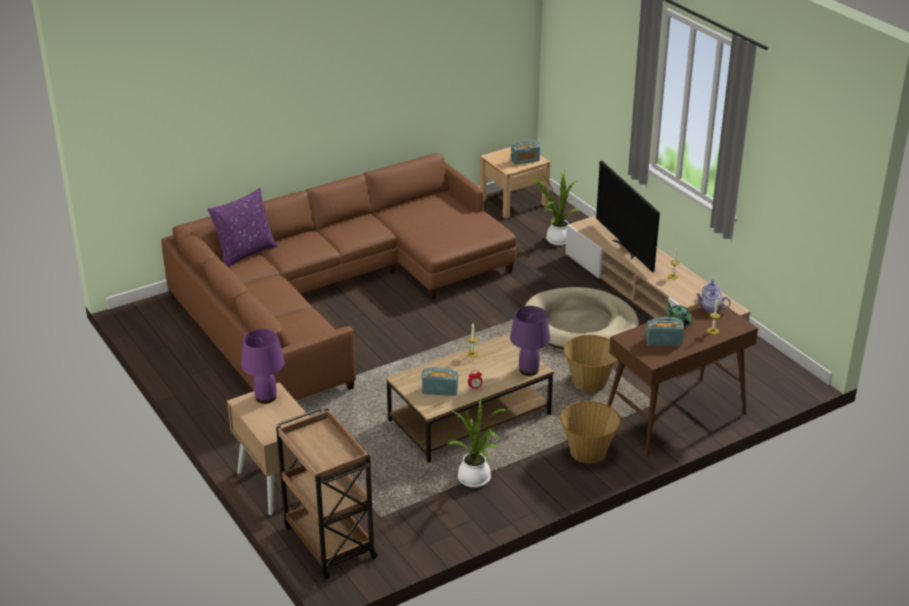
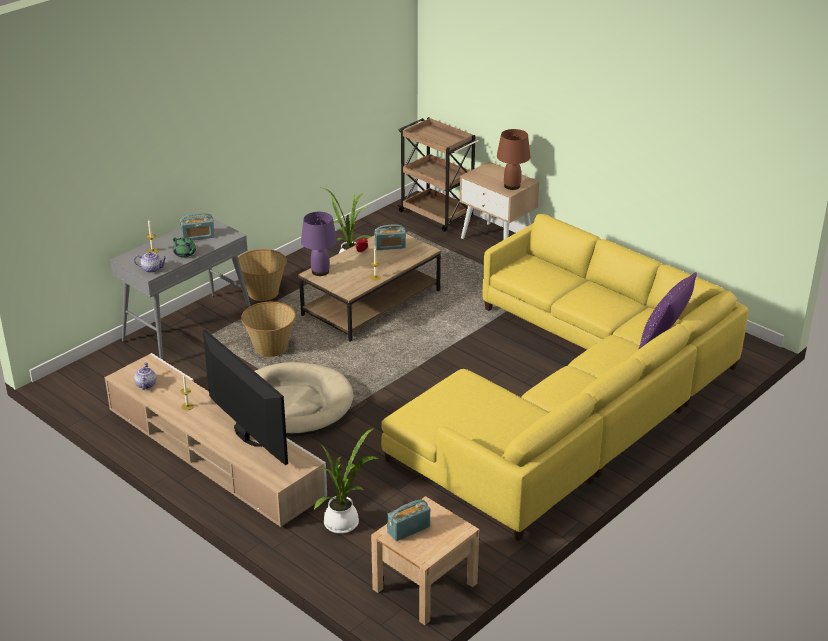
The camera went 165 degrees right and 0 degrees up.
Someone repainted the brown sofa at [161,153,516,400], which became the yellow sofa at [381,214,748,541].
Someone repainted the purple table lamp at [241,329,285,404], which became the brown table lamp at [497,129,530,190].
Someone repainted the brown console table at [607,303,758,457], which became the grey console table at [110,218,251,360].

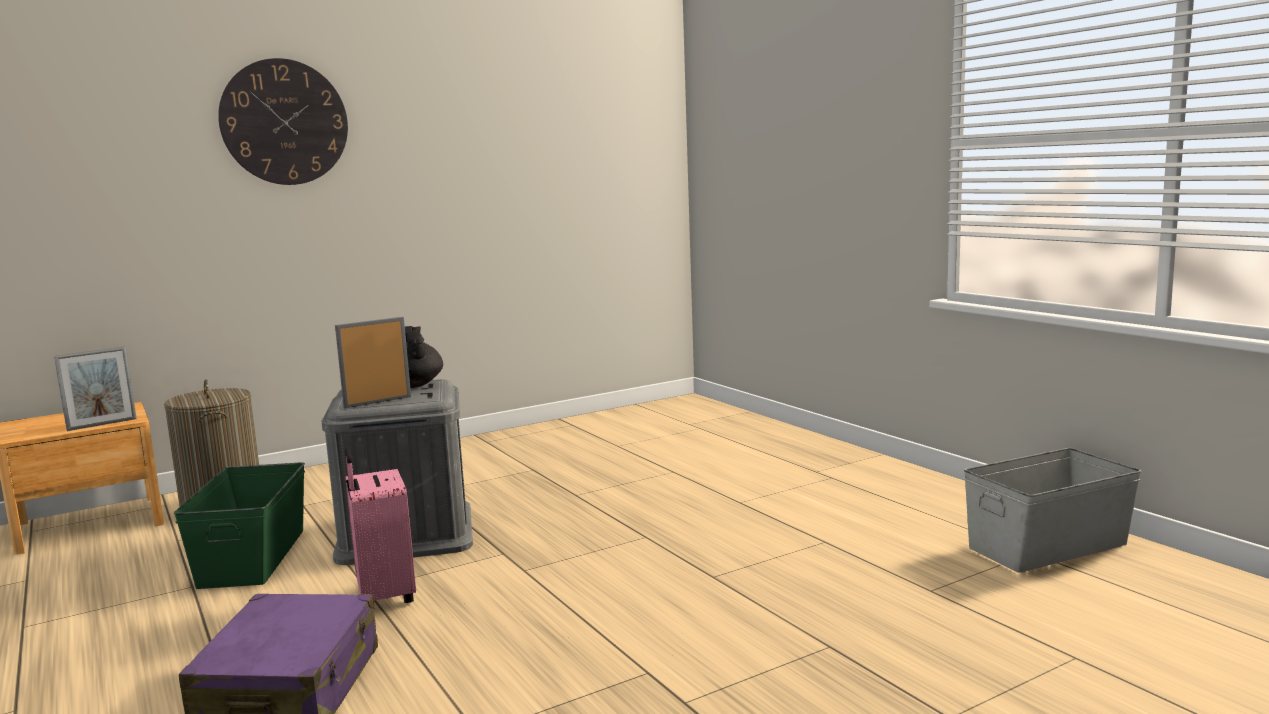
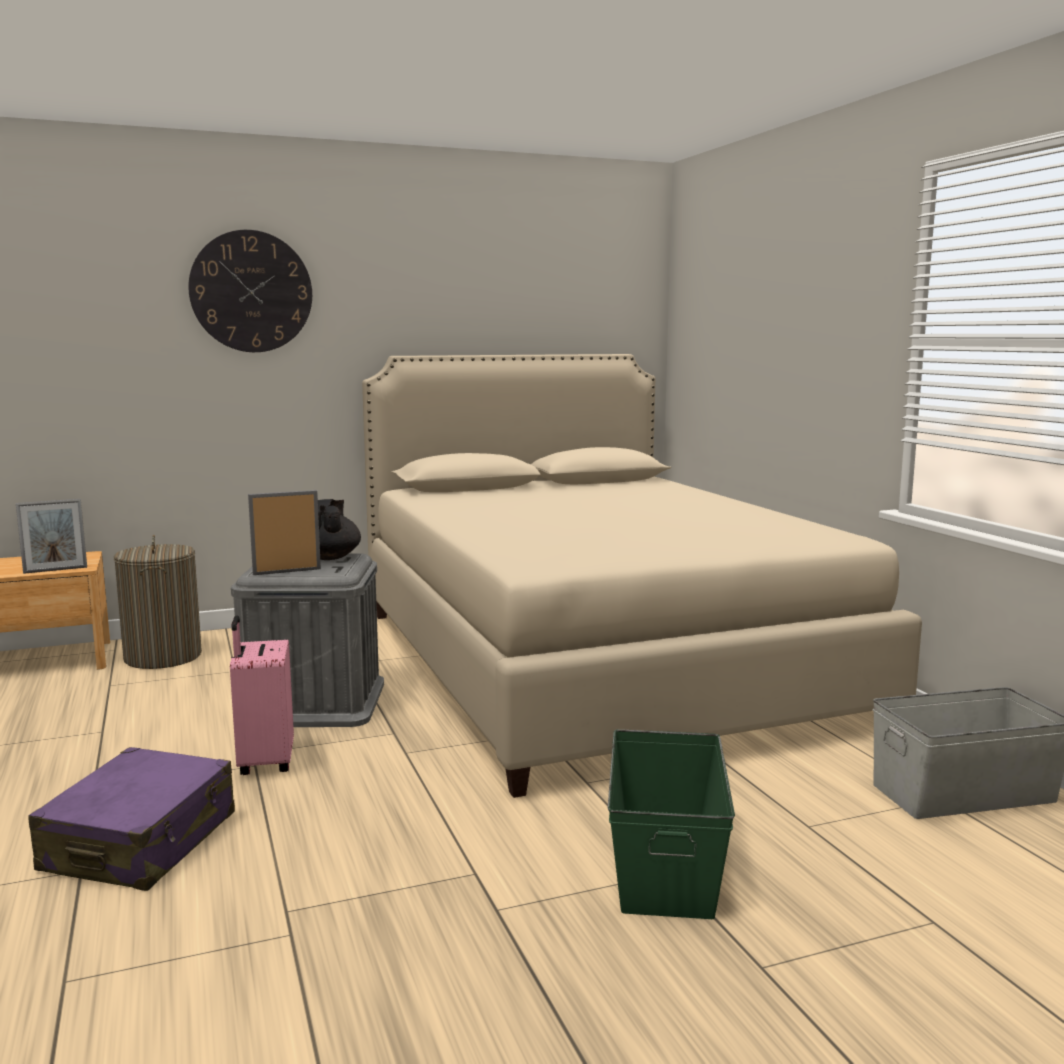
The camera went 10 degrees right and 0 degrees up.
Someone put down the beige bed at [362,354,922,798].
Someone carried the green storage box from [174,462,305,589] to [608,729,735,919].

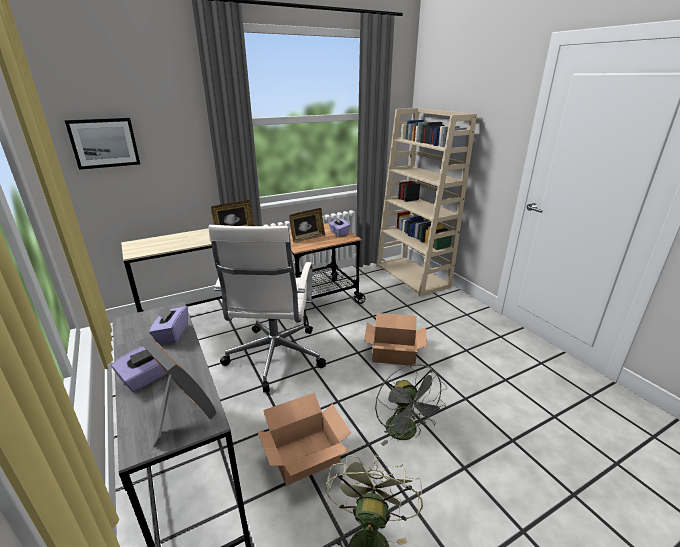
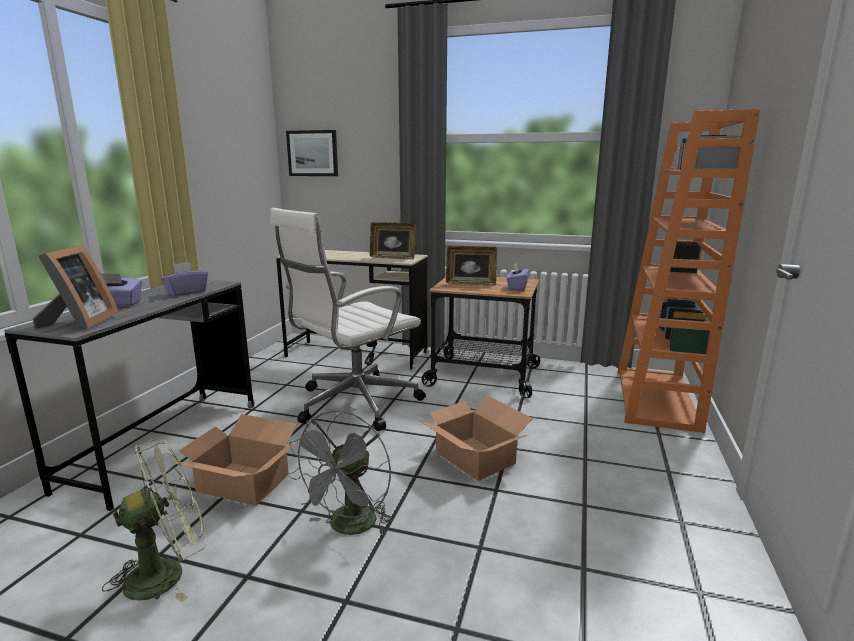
The camera went 45 degrees right and 10 degrees down.
Someone repainted the beige bookcase at [376,108,477,296], which became the orange bookcase at [618,109,760,433].

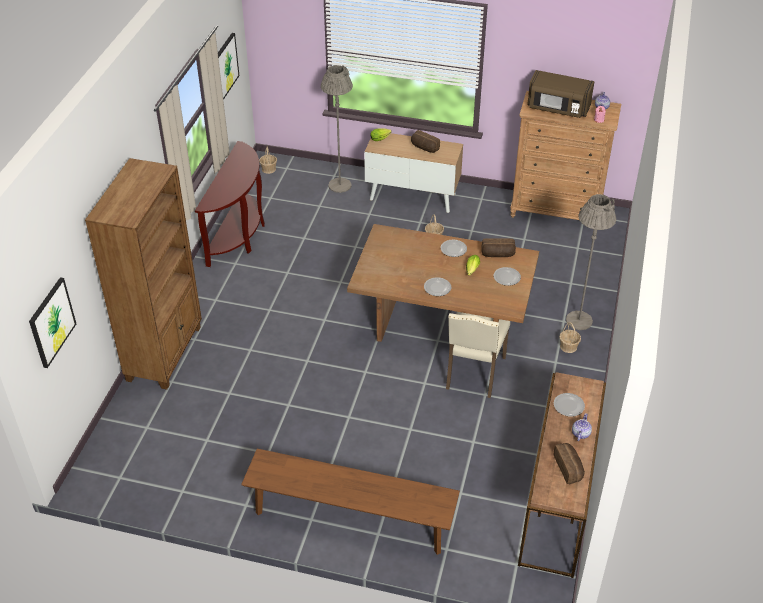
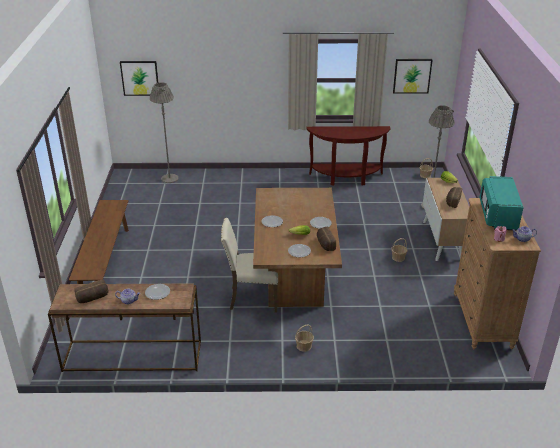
The camera went 75 degrees right and 10 degrees down.
Someone took away the brown bookcase at [85,158,202,390].
Someone carried the grey floor lamp from [566,194,616,330] to [150,82,179,183].
Someone repainted the brown microwave at [527,70,594,118], which became the turquoise microwave at [479,176,524,231].

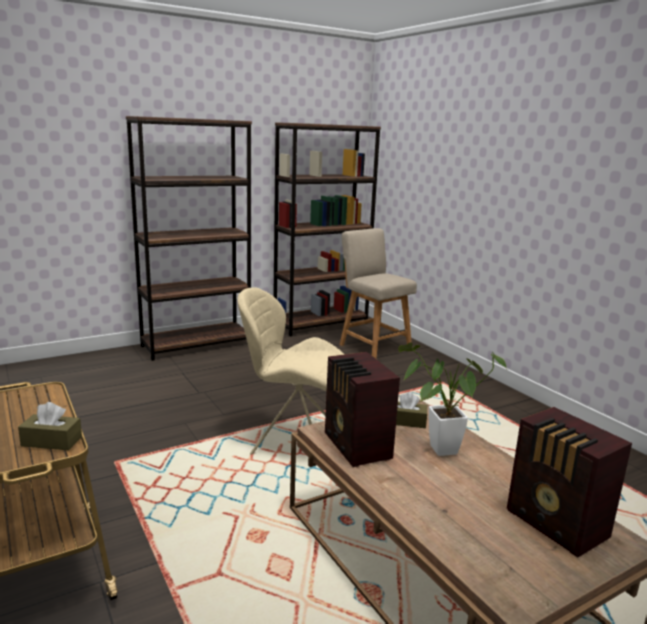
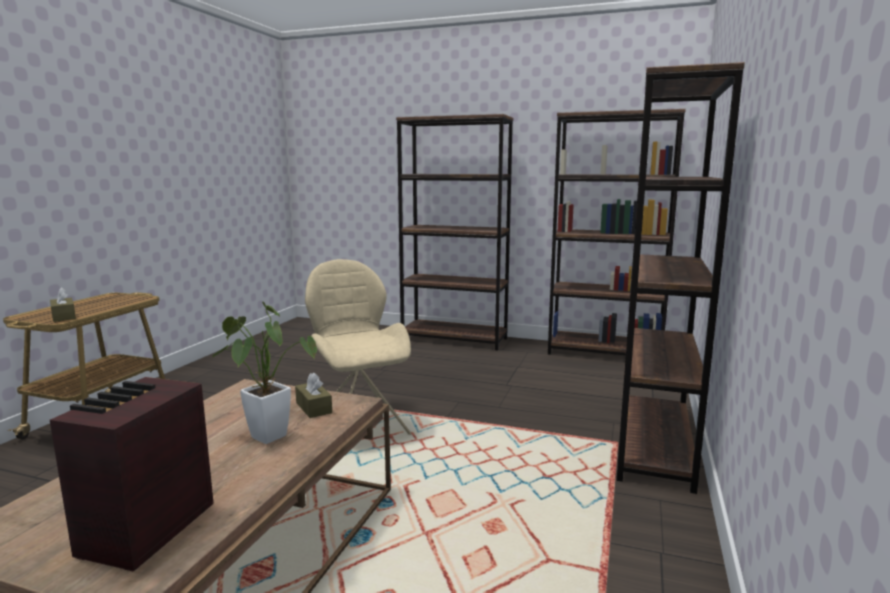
The camera went 50 degrees right and 5 degrees down.
Someone took away the radio at [325,352,400,467].
Someone took away the beige chair at [340,228,417,359].
Someone put down the brown bookcase at [617,62,745,494].

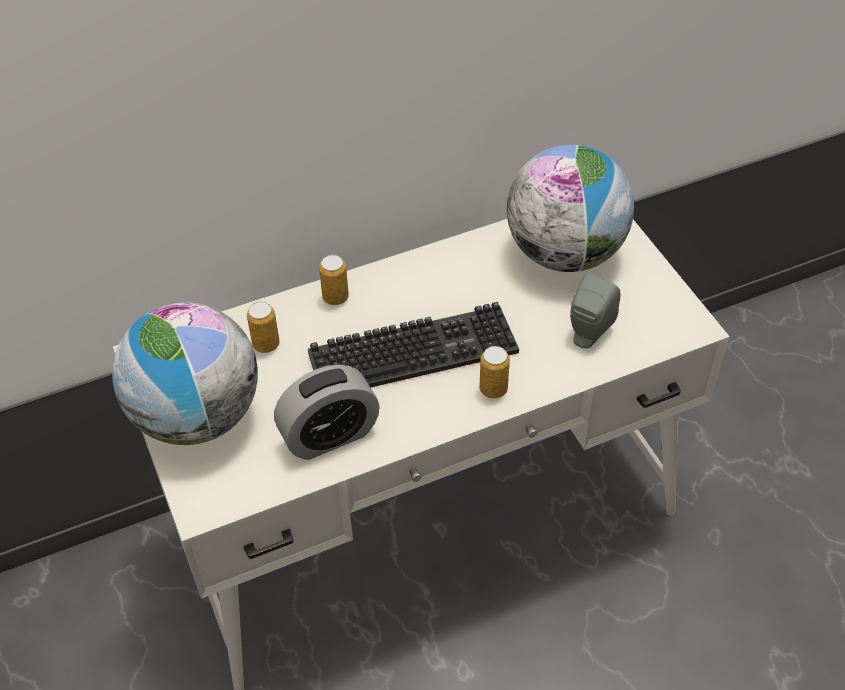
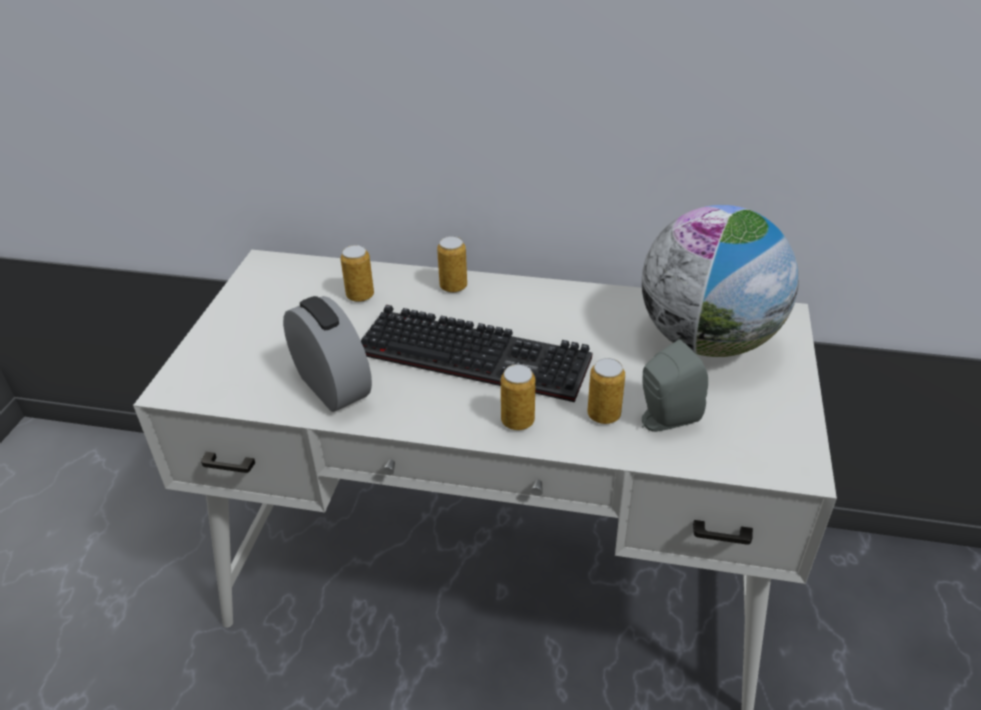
The camera went 35 degrees right and 10 degrees down.
Someone took away the globe at [112,302,258,445].
Someone put down the can at [587,358,625,424].
Someone rotated the alarm clock at [274,365,380,460] by 135 degrees counterclockwise.

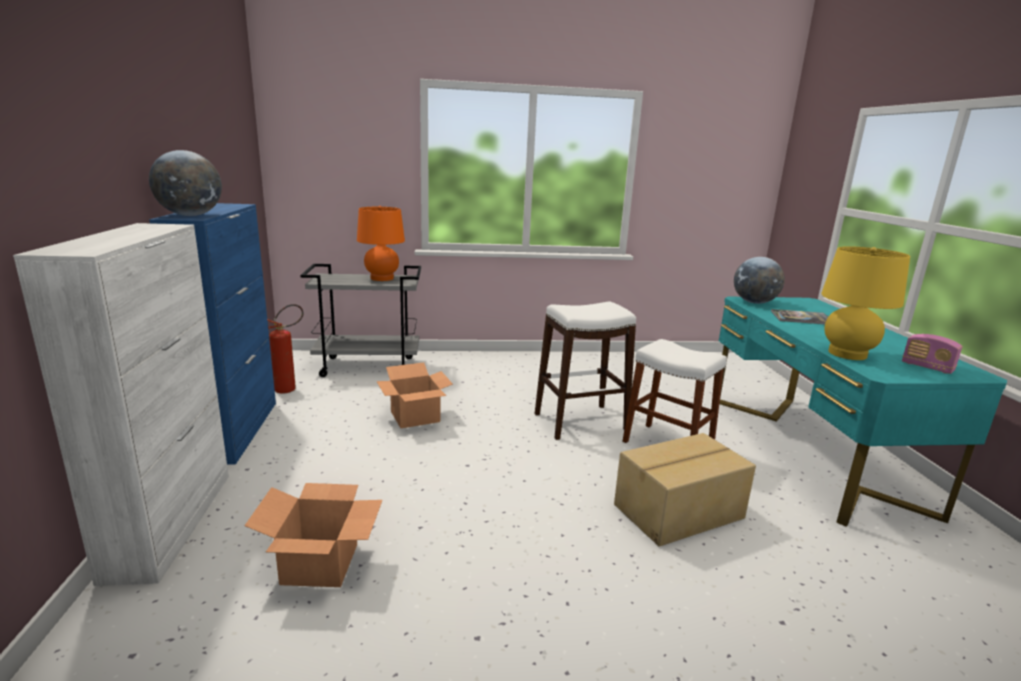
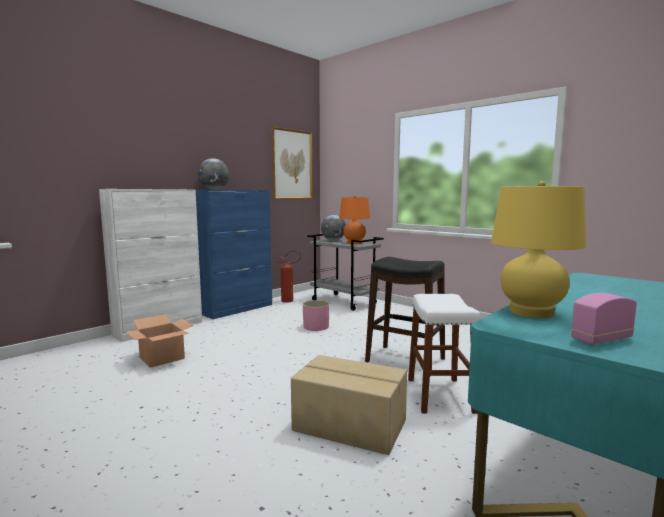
The camera went 50 degrees right and 10 degrees down.
Someone took away the book at [771,309,828,324].
Someone put up the picture at [271,127,313,199].
Someone carried the globe from [734,257,785,304] to [321,215,346,240].
Someone swapped the cardboard box at [376,362,453,428] for the pink planter at [303,300,329,331].
Someone repainted the white stool at [535,302,636,440], which became the black stool at [365,257,445,370].
Someone rotated the radio at [902,334,962,374] by 60 degrees clockwise.

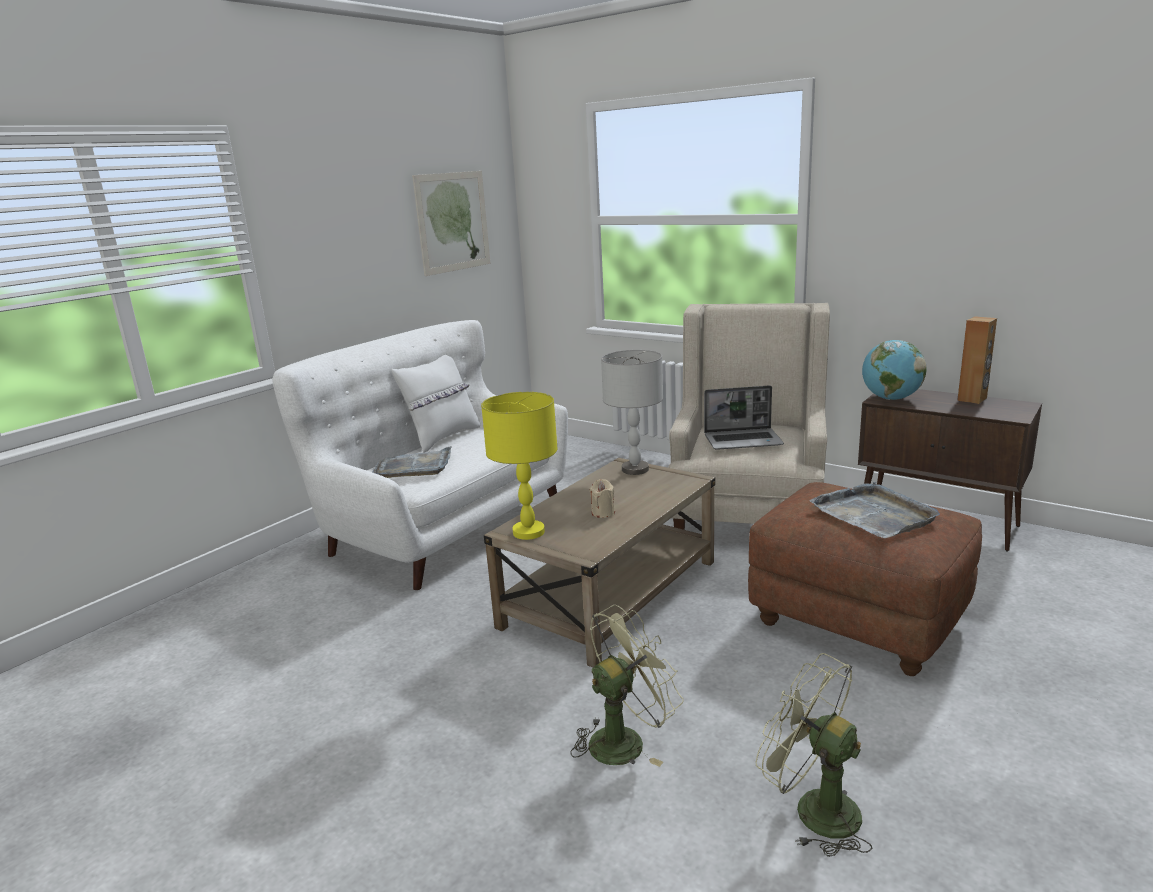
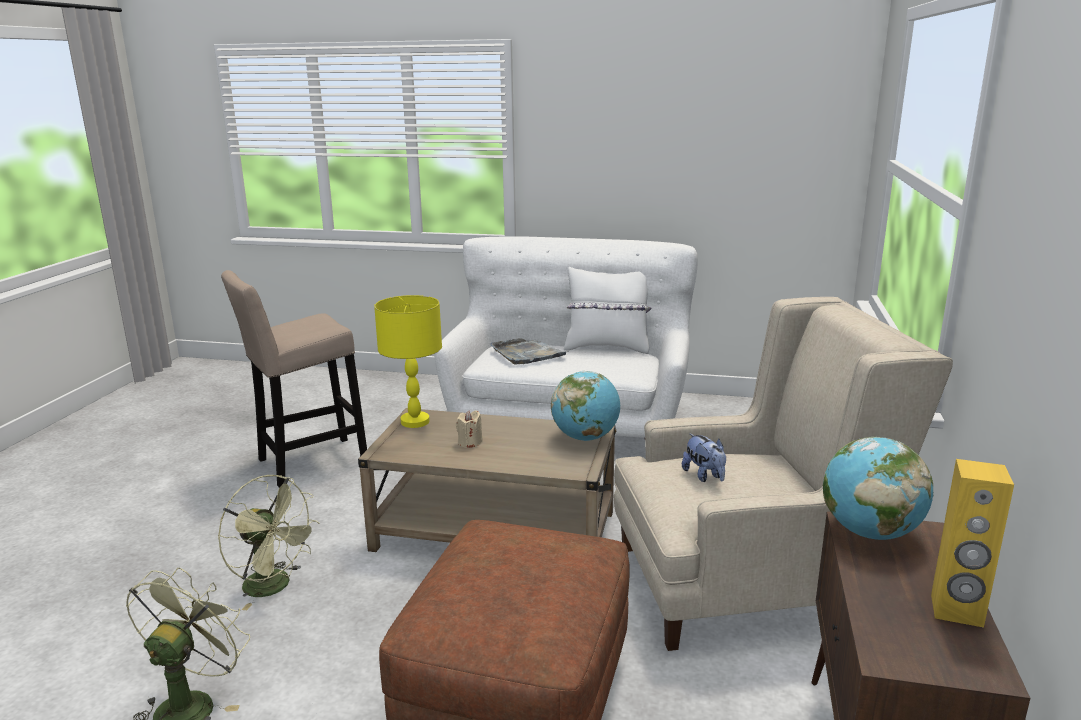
The camera went 65 degrees right and 0 degrees up.
Someone took away the picture at [412,171,490,276].
Someone took away the grey tray at [810,482,940,538].
Someone put down the beige stool at [221,270,367,487].
Someone swapped the grey table lamp at [601,350,663,475] for the globe at [551,371,620,441].
Someone swapped the laptop at [704,385,784,450] for the plush toy at [682,434,726,482].
Someone repainted the brown speaker at [957,316,997,404], which became the yellow speaker at [931,459,1014,627].

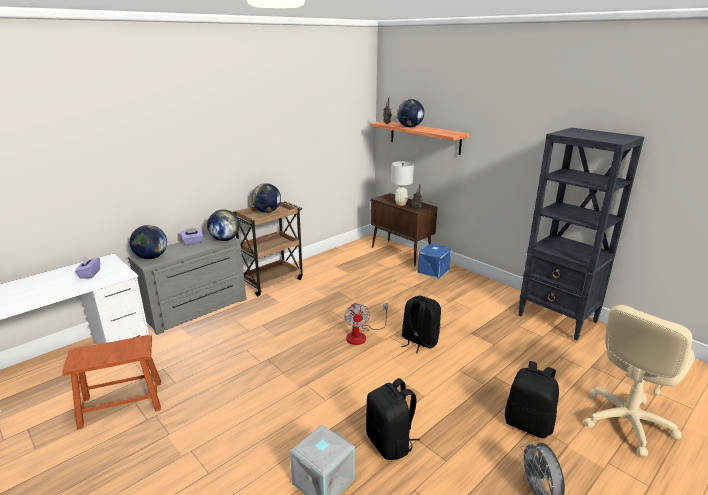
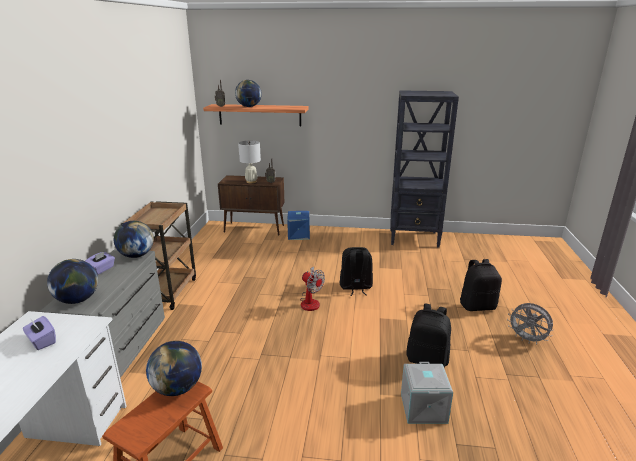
The camera went 40 degrees left and 0 degrees up.
Someone took away the beige office chair at [584,305,695,457].
Someone carried the globe from [251,183,281,213] to [146,341,202,396].

